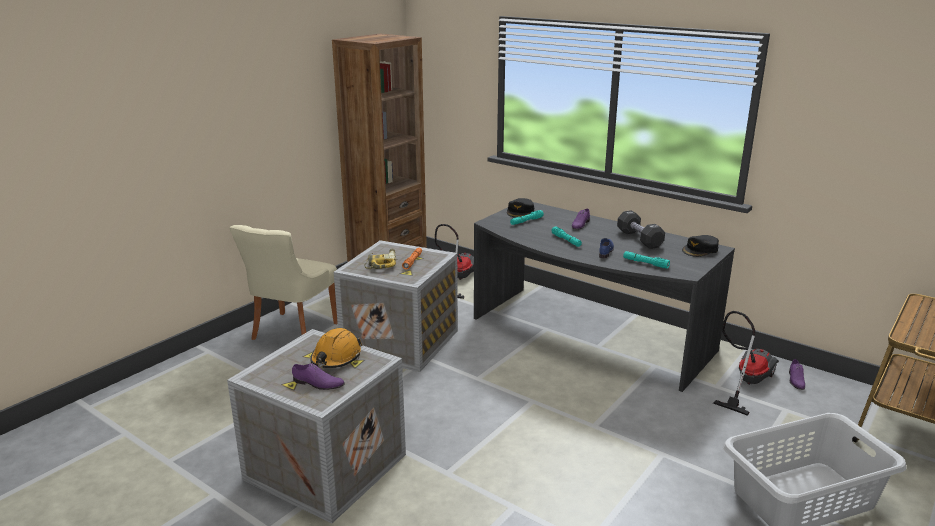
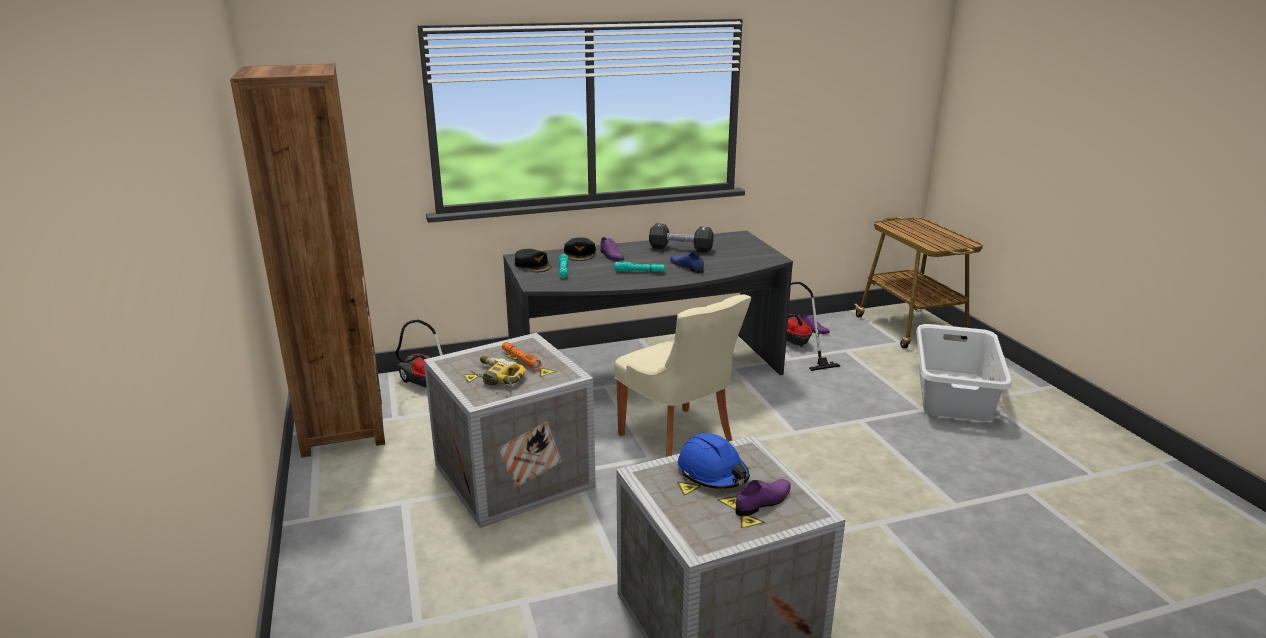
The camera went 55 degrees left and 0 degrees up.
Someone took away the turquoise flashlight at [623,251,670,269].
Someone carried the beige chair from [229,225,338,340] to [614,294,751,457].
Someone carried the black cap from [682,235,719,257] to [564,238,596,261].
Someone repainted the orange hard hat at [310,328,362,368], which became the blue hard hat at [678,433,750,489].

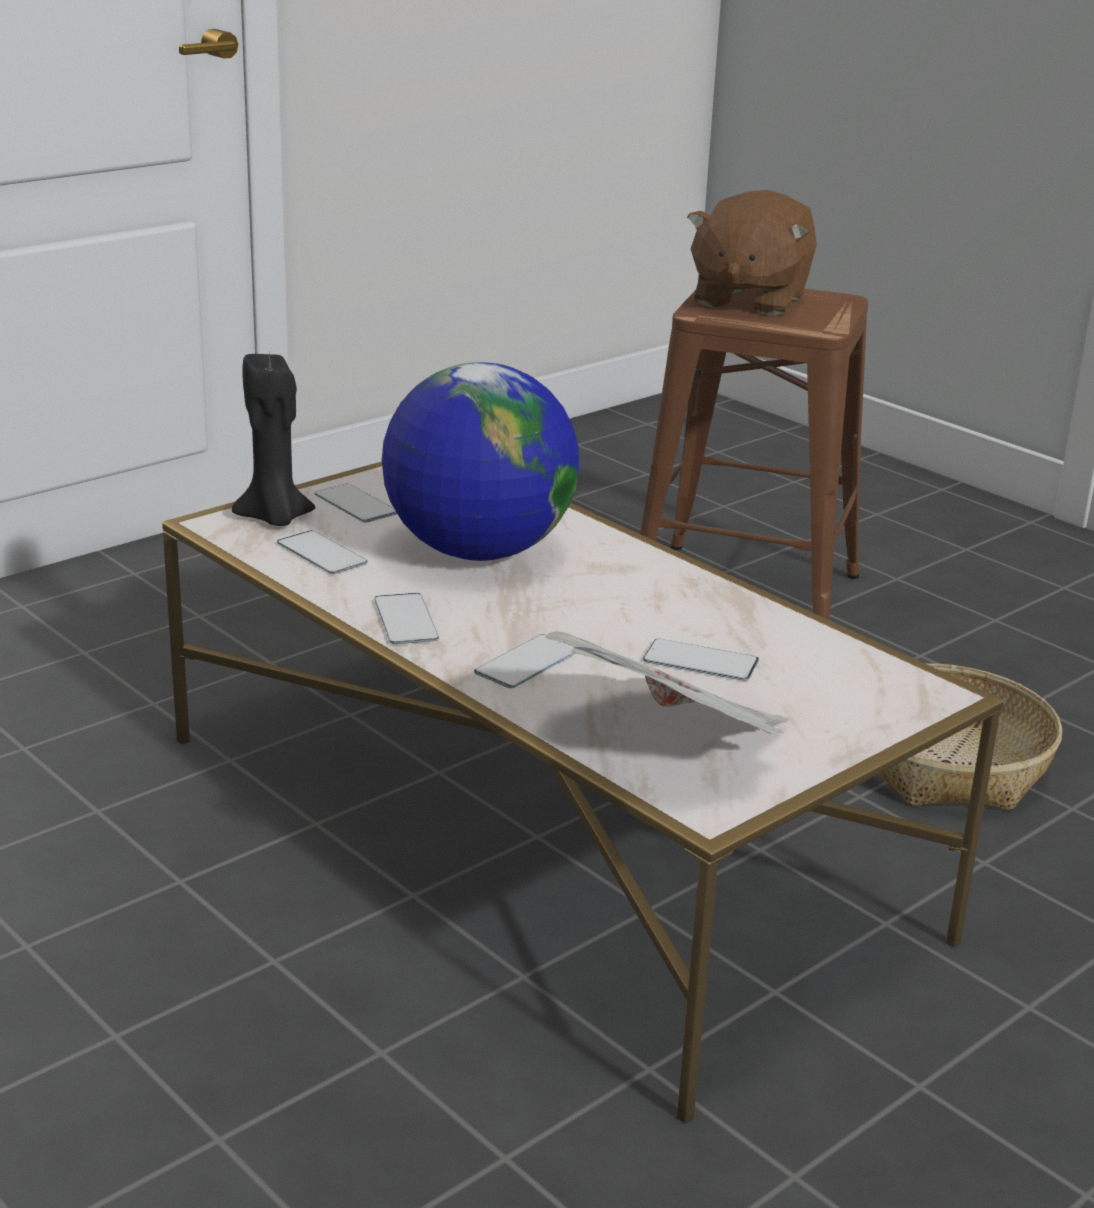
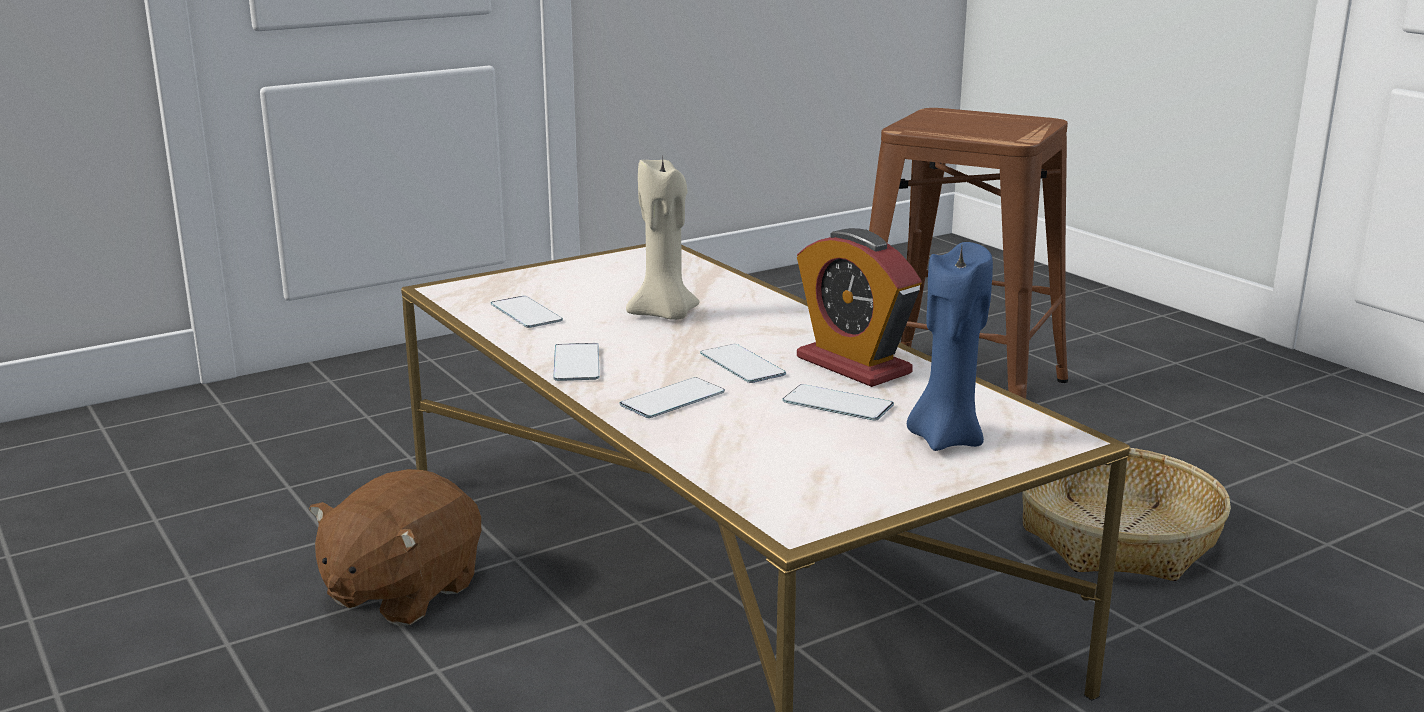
The camera went 10 degrees right and 5 degrees down.
Someone took away the black candle at [232,354,315,526].
Someone took away the newspaper at [545,631,789,734].
Someone put down the alarm clock at [797,228,922,387].
Someone put down the blue candle at [907,242,993,451].
Someone carried the phone from [314,484,397,523] to [700,344,786,383].
Someone carried the brown plush toy from [687,190,817,316] to [309,469,481,626].
Someone swapped the globe at [382,362,580,561] for the beige candle at [626,158,700,320].

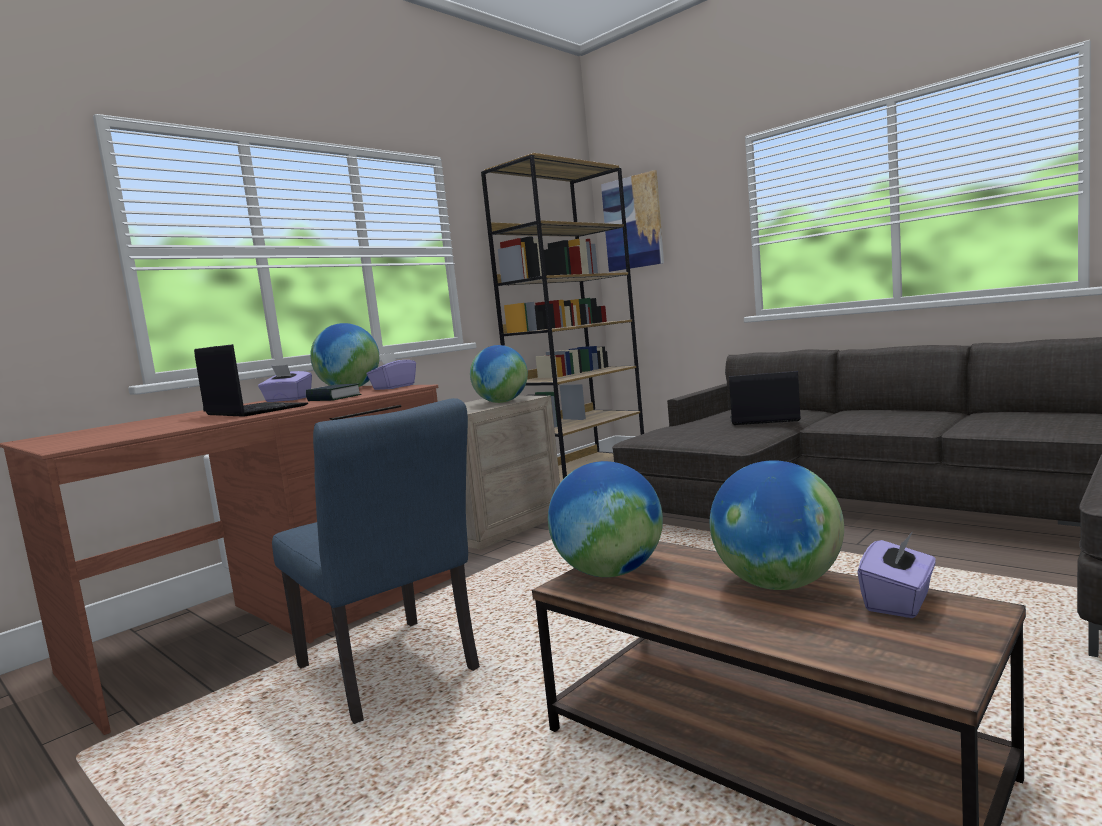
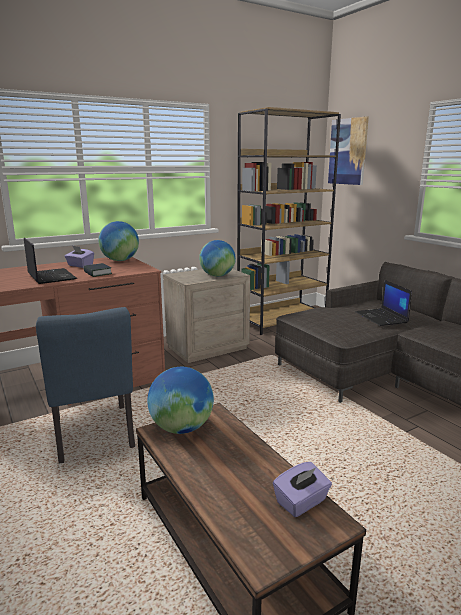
The camera went 15 degrees right and 10 degrees up.
Someone took away the purple tissue box at [367,352,416,390].
Someone took away the globe at [710,460,844,590].
Someone rotated the laptop at [729,371,801,425] by 135 degrees counterclockwise.

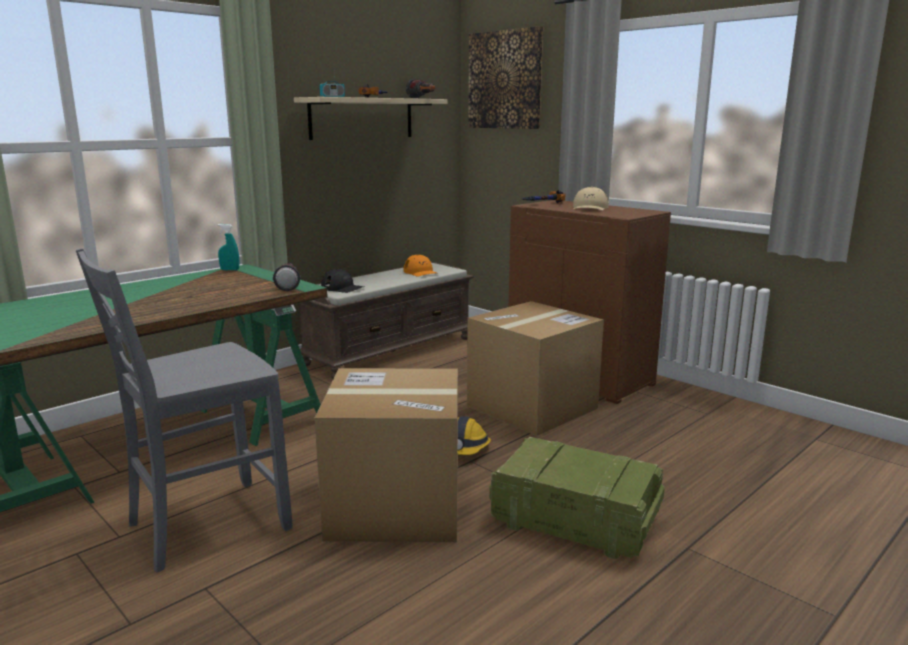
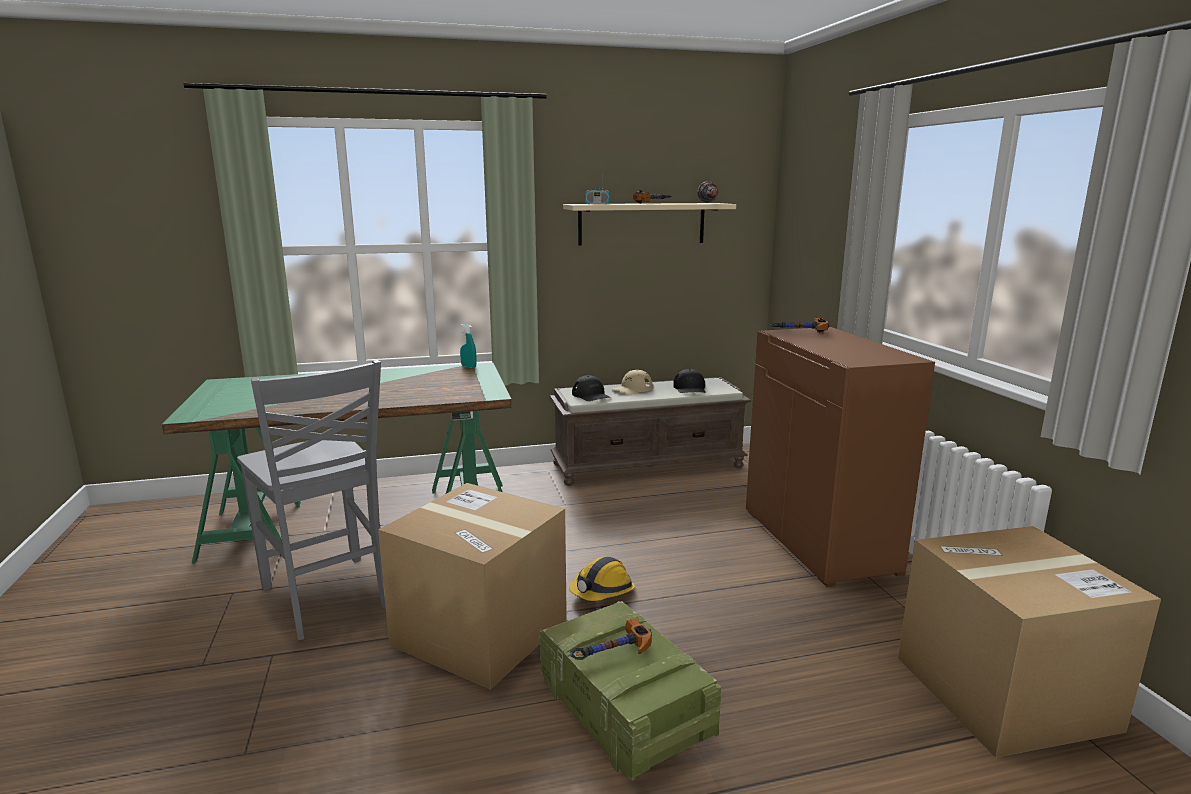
The camera went 30 degrees right and 0 degrees up.
Someone took away the flashlight at [273,263,301,291].
Someone took away the picture at [468,26,543,129].
Someone put down the hammer at [569,617,652,660].
Someone carried the cardboard box from [467,301,604,436] to [898,526,1161,758].
Someone carried the beige cap from [573,187,609,211] to [613,370,653,394].
Someone repainted the orange cap at [403,255,439,276], which became the black cap at [673,369,706,393].
Someone rotated the grey chair at [76,248,293,573] by 120 degrees counterclockwise.

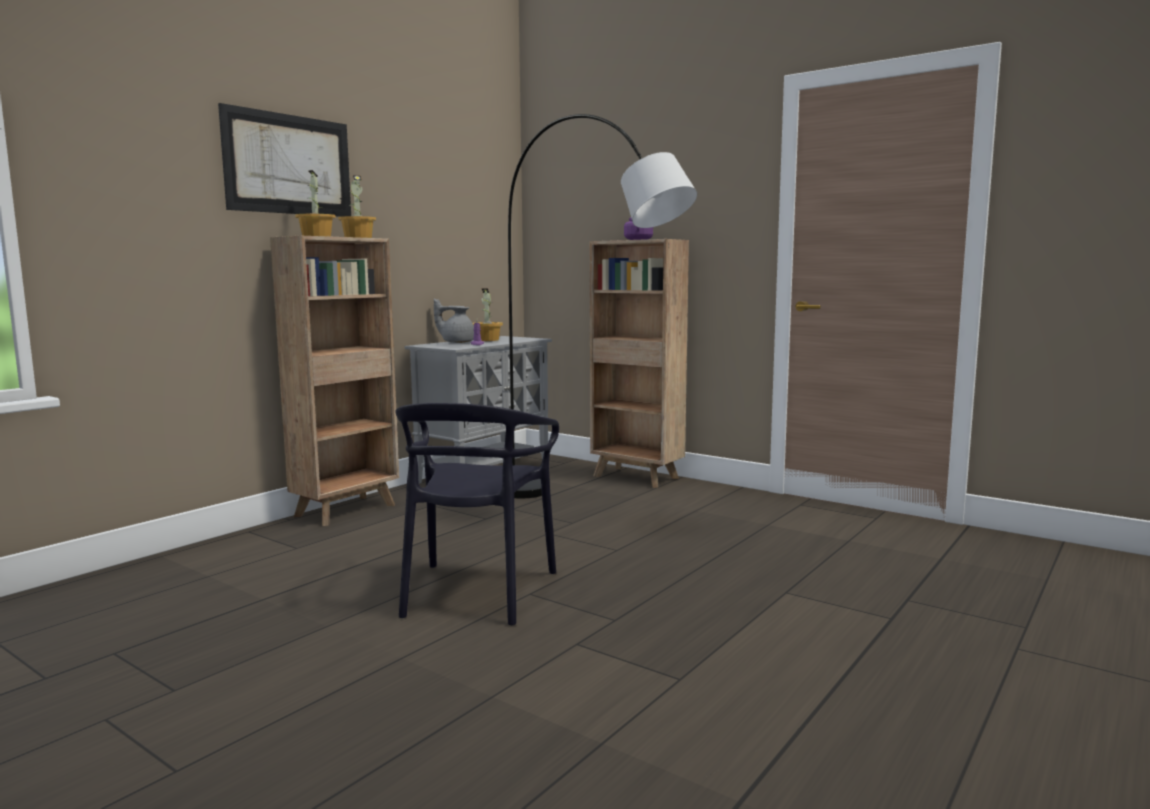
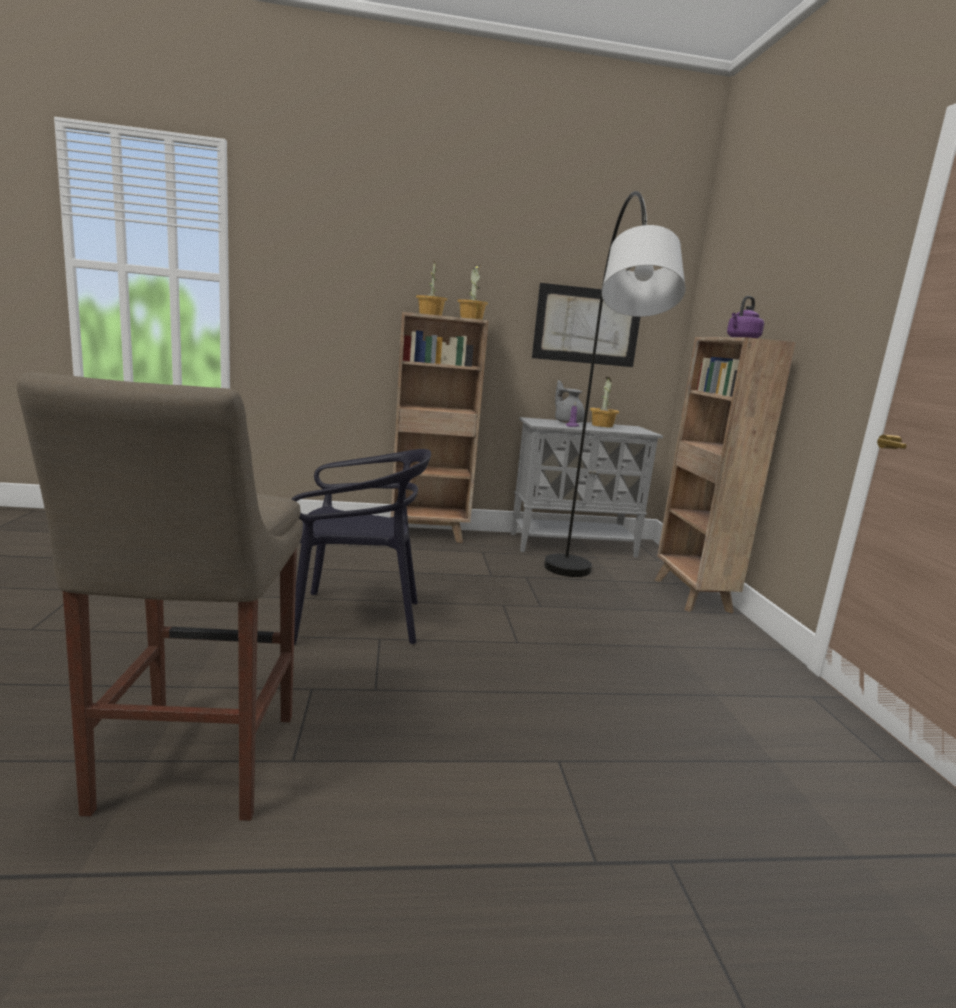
The camera went 45 degrees right and 5 degrees up.
Someone put down the beige stool at [17,372,303,821].
Someone carried the picture from [218,103,351,217] to [532,283,640,367].
Someone rotated the black chair at [395,403,559,626] by 150 degrees counterclockwise.

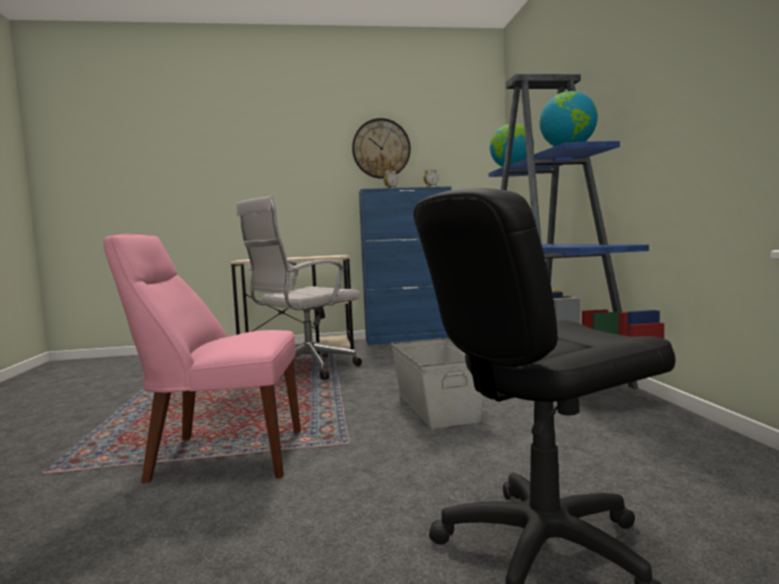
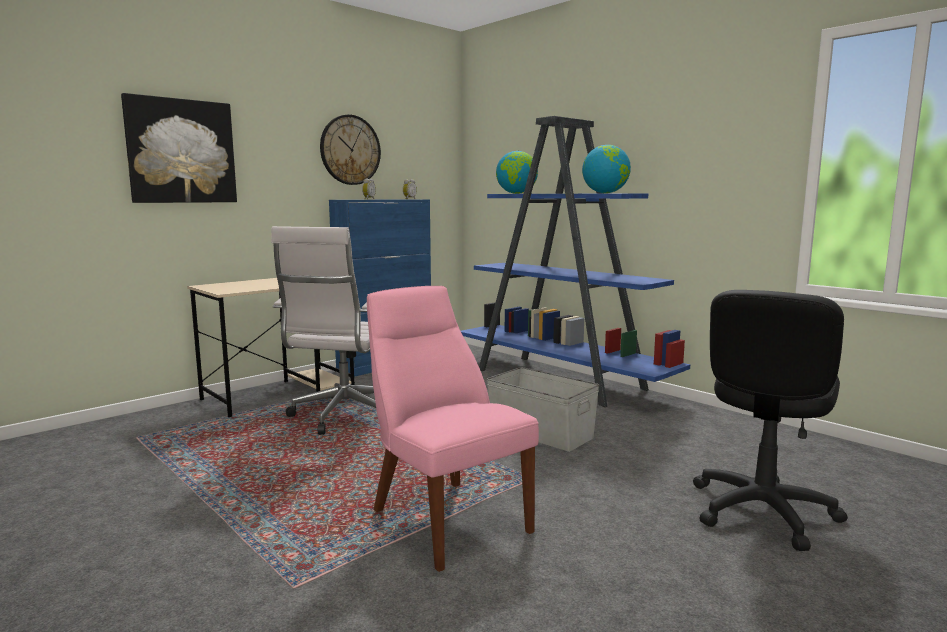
The camera went 35 degrees left and 5 degrees up.
Someone put up the picture at [121,93,237,203].
Someone rotated the pink chair at [103,234,301,483] by 90 degrees clockwise.

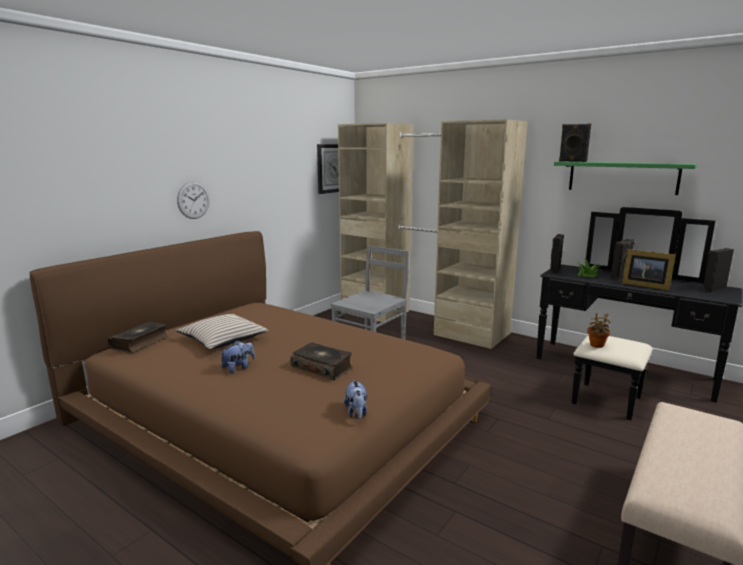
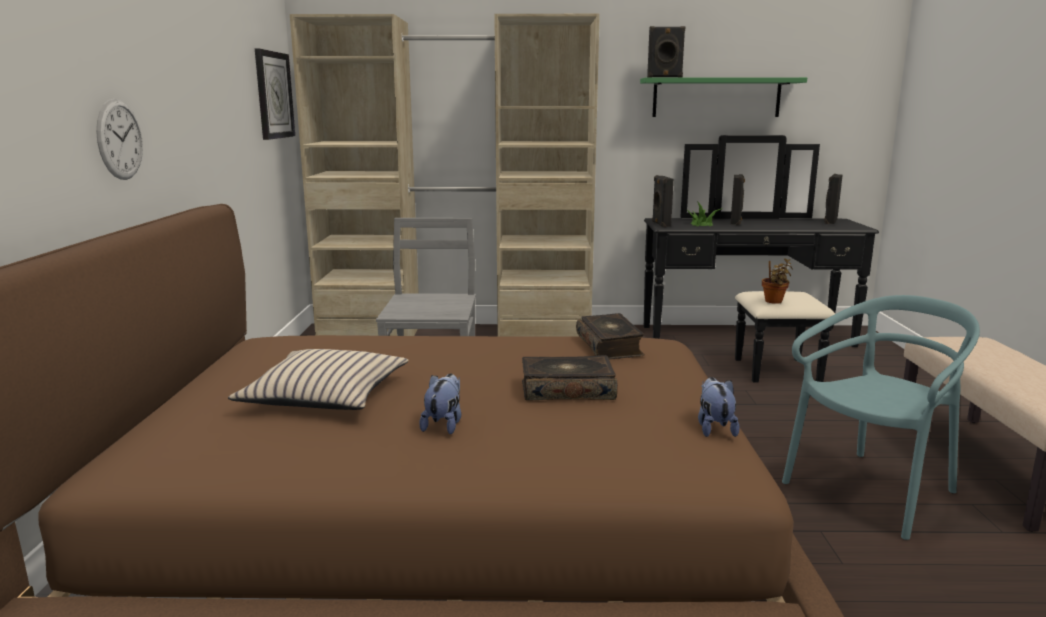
The camera went 35 degrees left and 0 degrees up.
Someone took away the picture frame at [622,249,676,291].
Someone put down the turquoise chair at [782,295,980,540].
Someone carried the book from [108,321,169,353] to [576,313,645,360].
Someone rotated the plush toy at [344,379,367,419] by 135 degrees counterclockwise.

